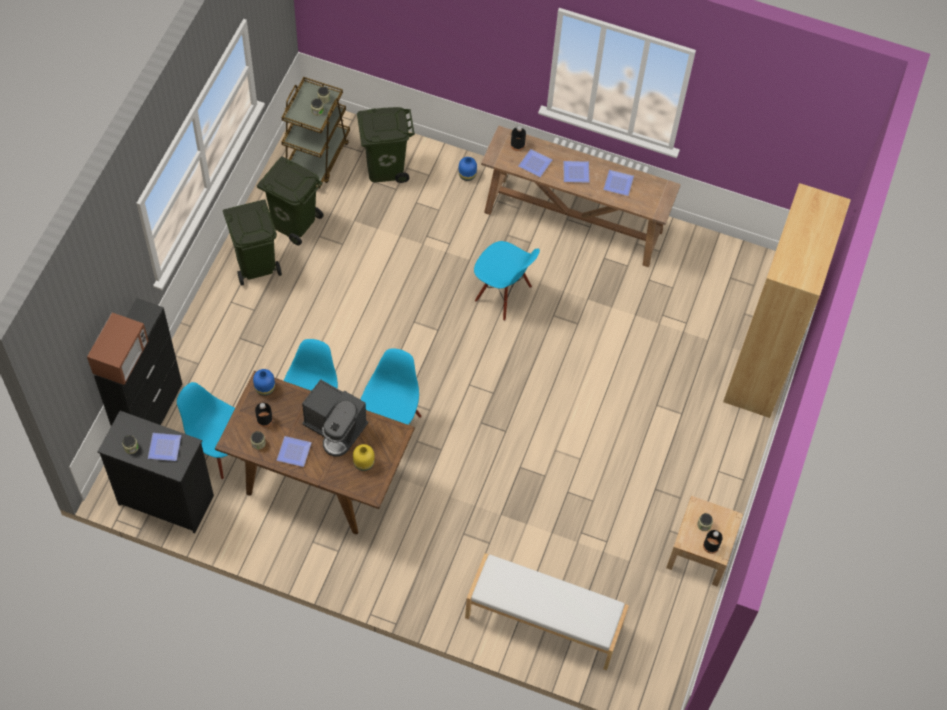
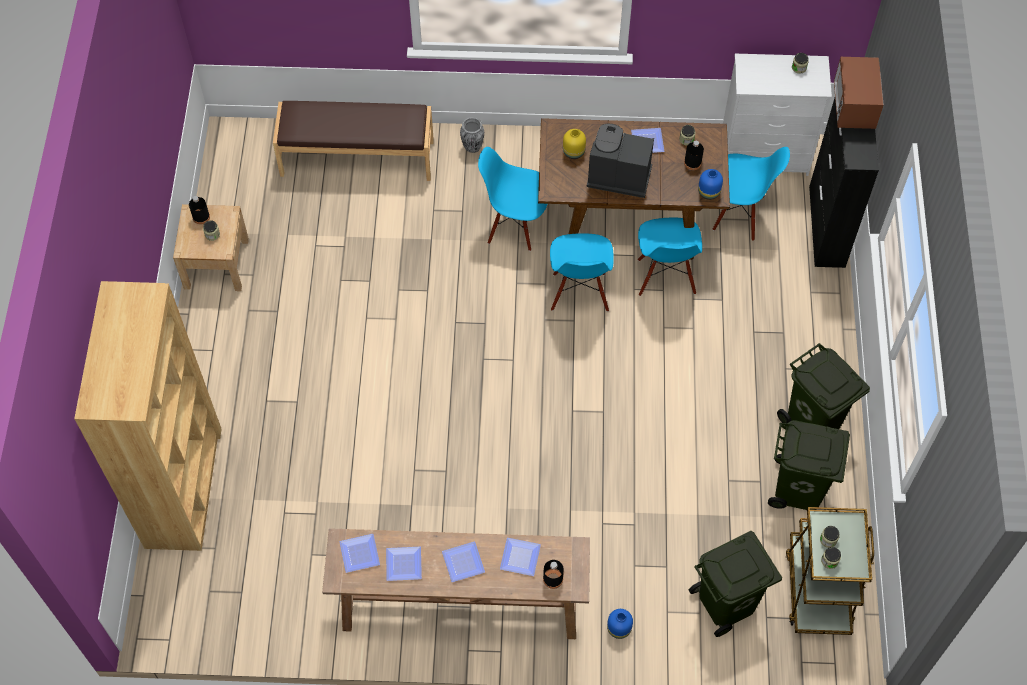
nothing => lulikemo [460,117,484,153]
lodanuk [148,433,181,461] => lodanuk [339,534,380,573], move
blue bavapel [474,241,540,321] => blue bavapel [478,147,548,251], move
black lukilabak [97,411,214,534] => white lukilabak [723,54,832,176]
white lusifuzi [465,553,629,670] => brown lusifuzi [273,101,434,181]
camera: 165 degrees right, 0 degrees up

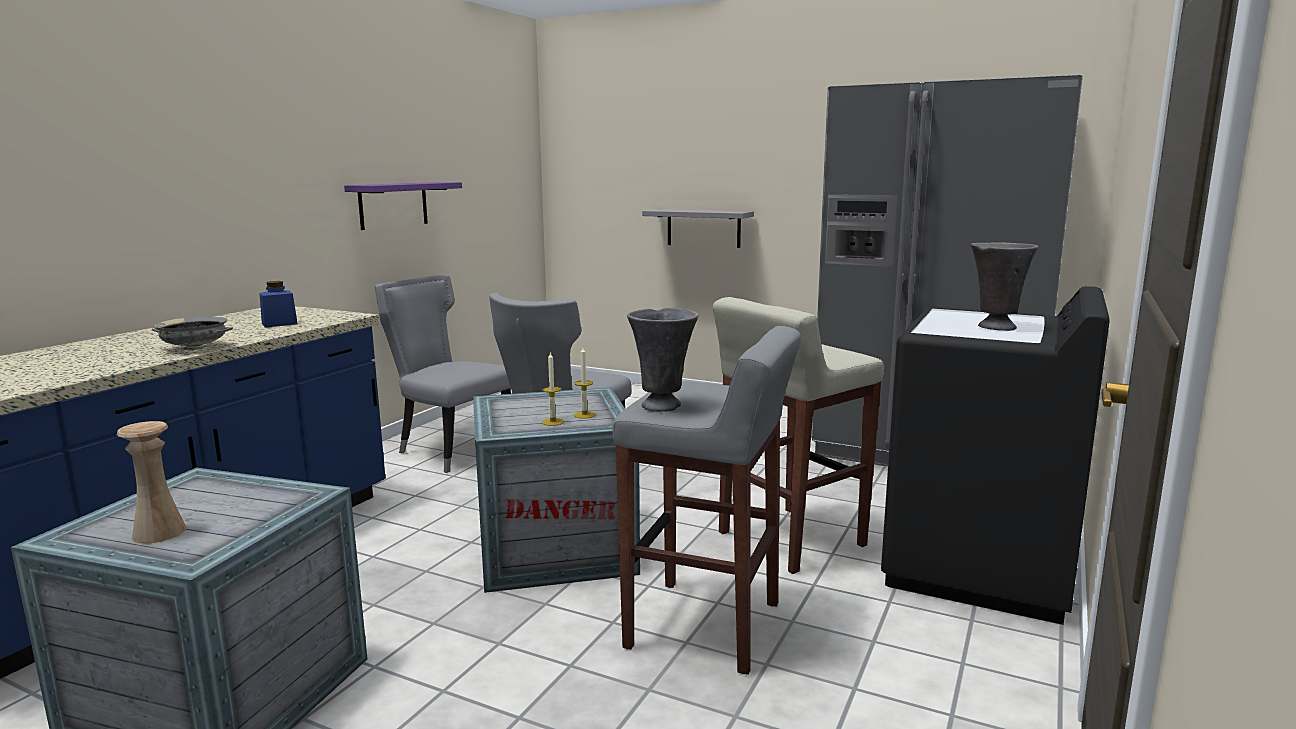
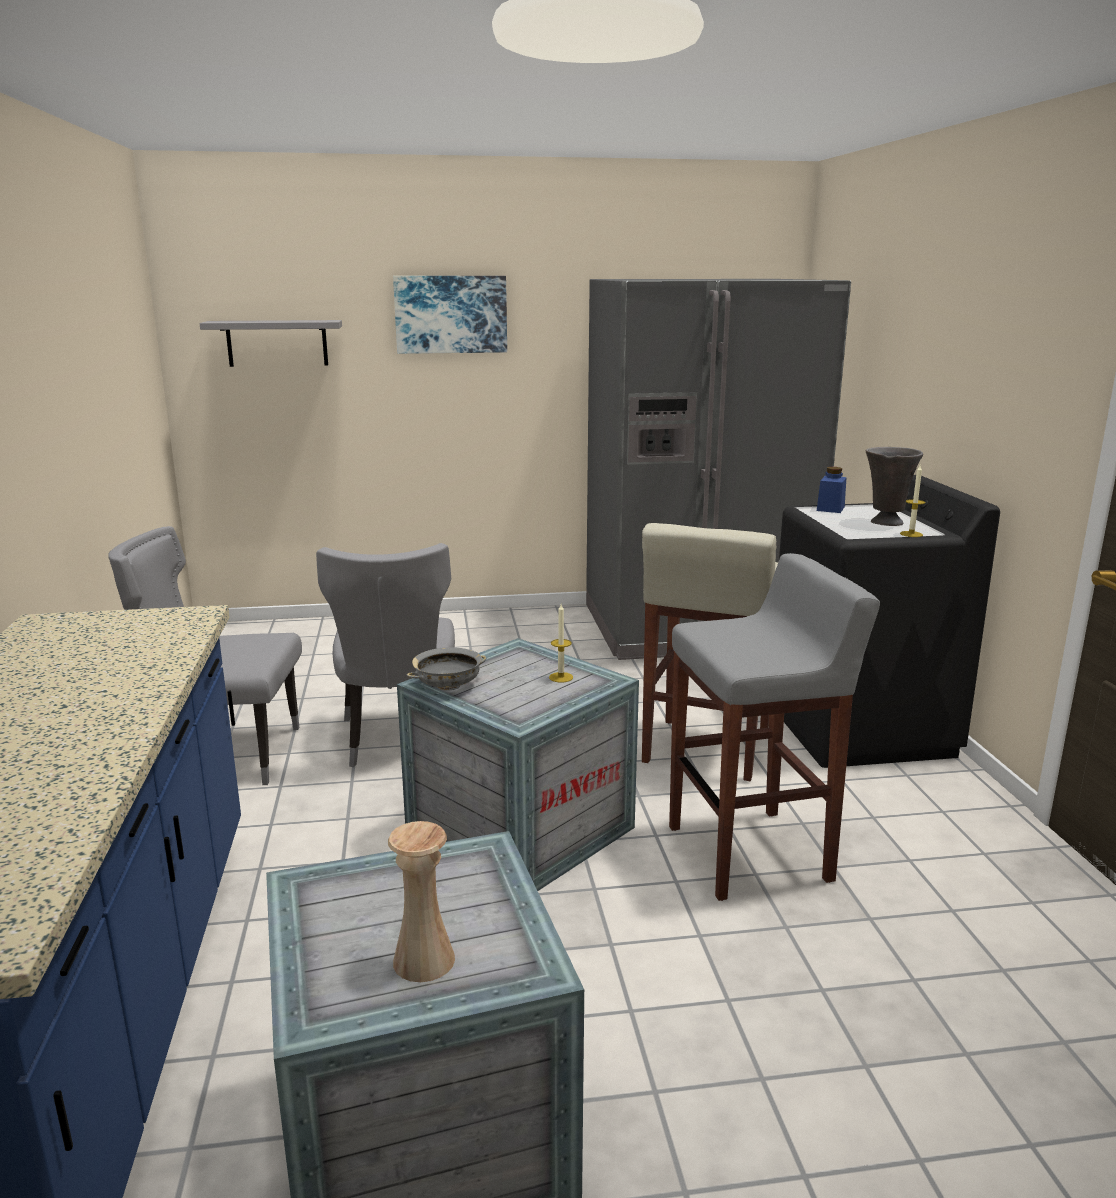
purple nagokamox [344,182,462,230] => nothing
grey lulikemo [627,308,698,412] => nothing
nothing => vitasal [393,276,507,354]
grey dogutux [152,317,233,350] => grey dogutux [406,647,486,691], move
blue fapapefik [259,281,298,328] => blue fapapefik [817,467,847,513], move
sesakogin [542,351,564,426] => sesakogin [900,465,925,537], move
grey nagokamox [642,209,754,248] => grey nagokamox [200,320,342,367], move
camera: 35 degrees left, 5 degrees up

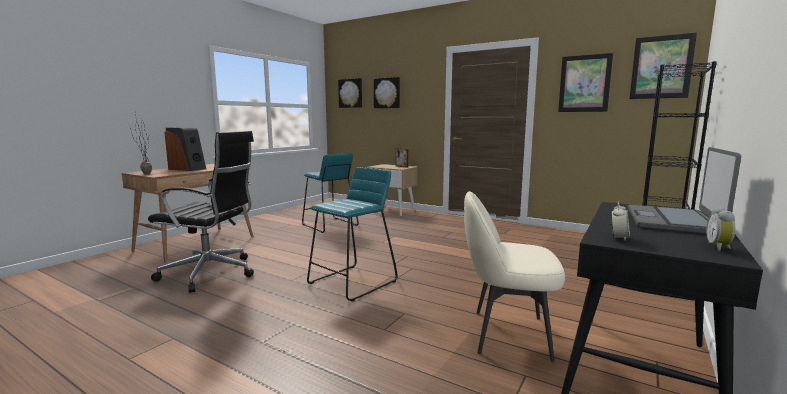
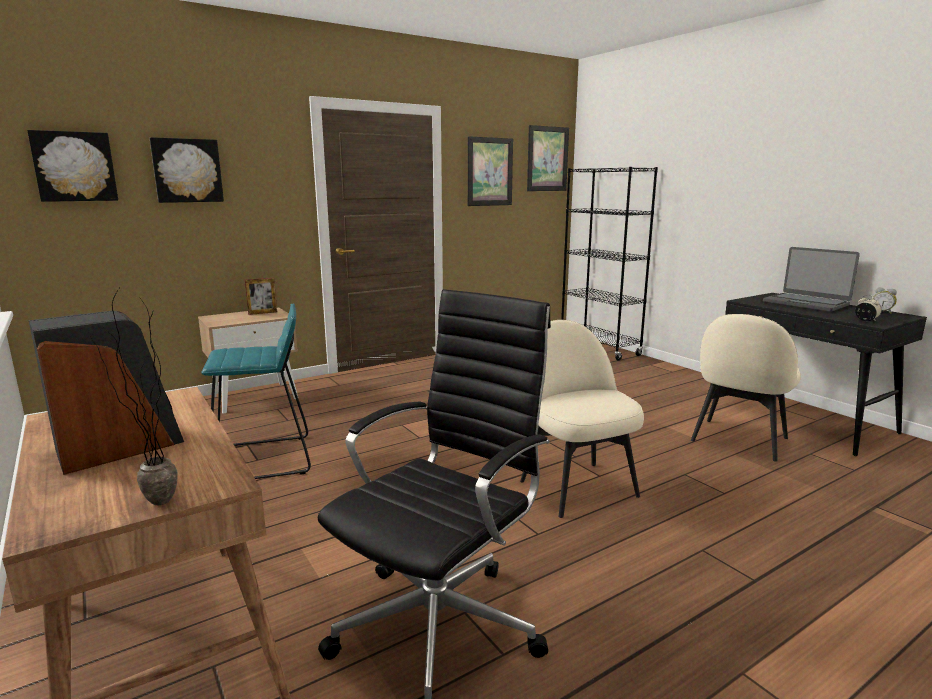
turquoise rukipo [307,167,398,301] => beige bavapel [520,320,644,518]
camera: 65 degrees left, 5 degrees up

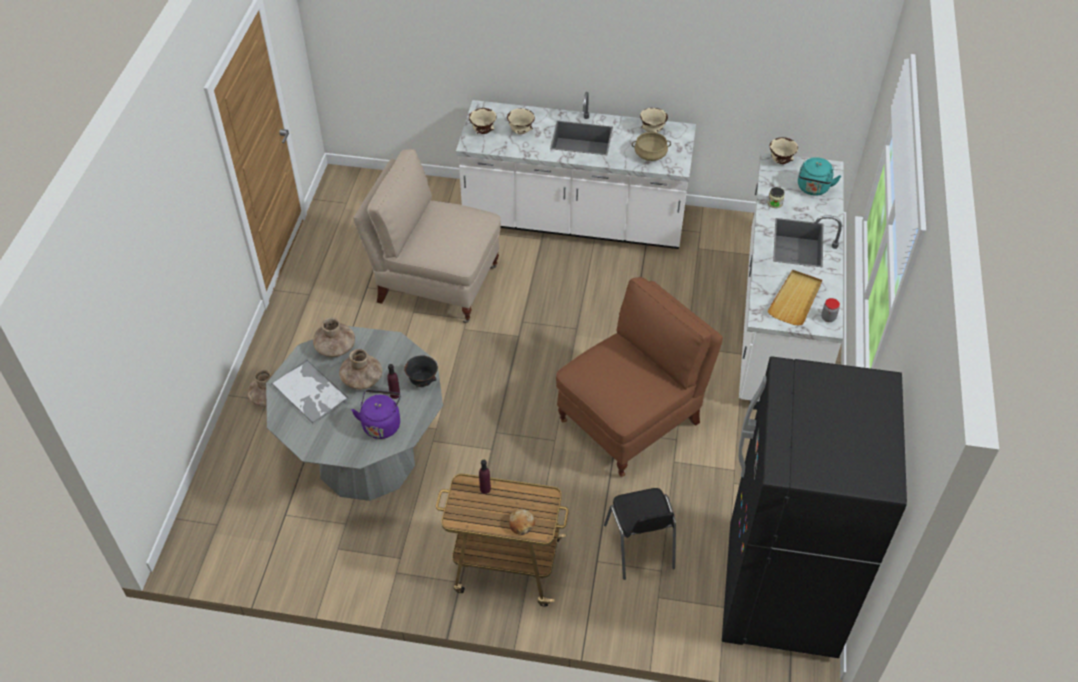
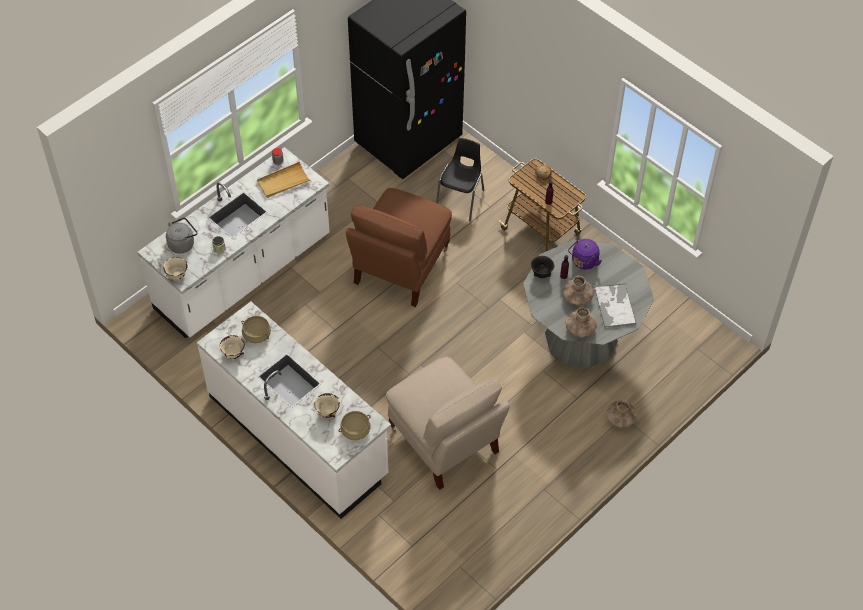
beige dogutux [469,108,496,134] => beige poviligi [339,411,371,440]
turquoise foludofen [798,157,841,196] => grey foludofen [166,217,197,254]
brown bavapel [556,277,723,477] => brown bavapel [346,188,452,307], 60 degrees counterclockwise
camera: 145 degrees left, 5 degrees up

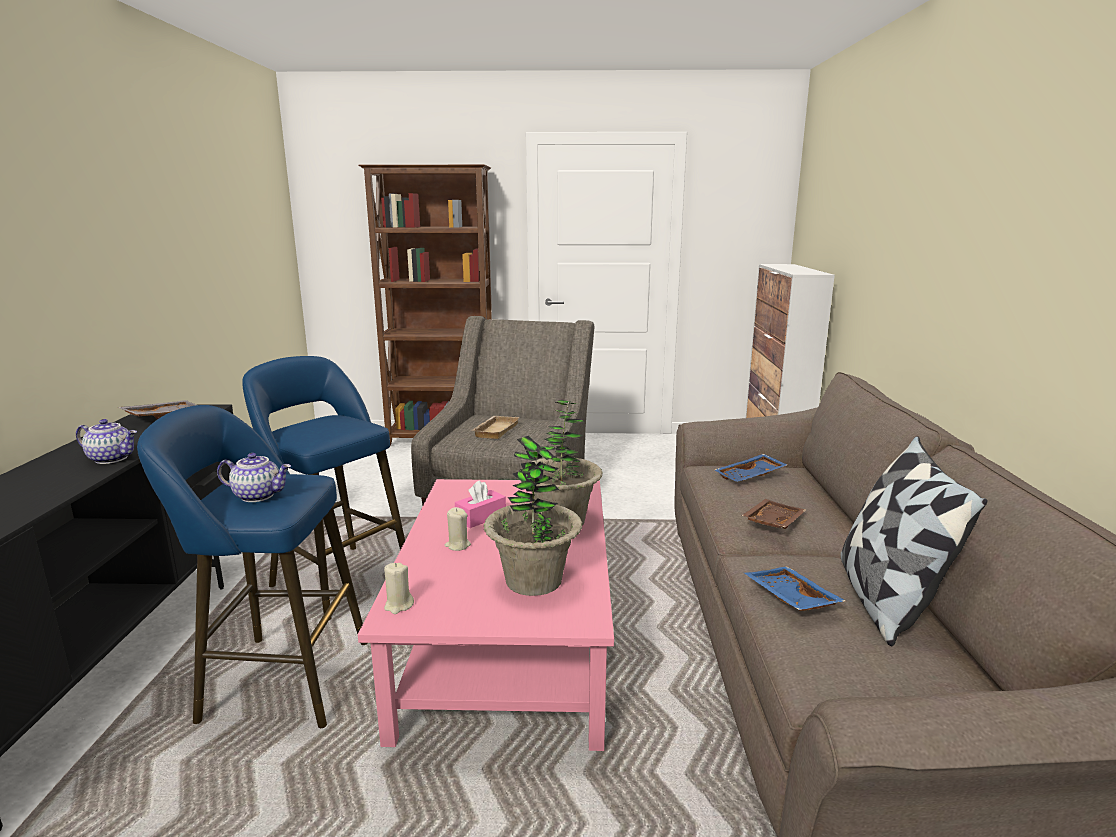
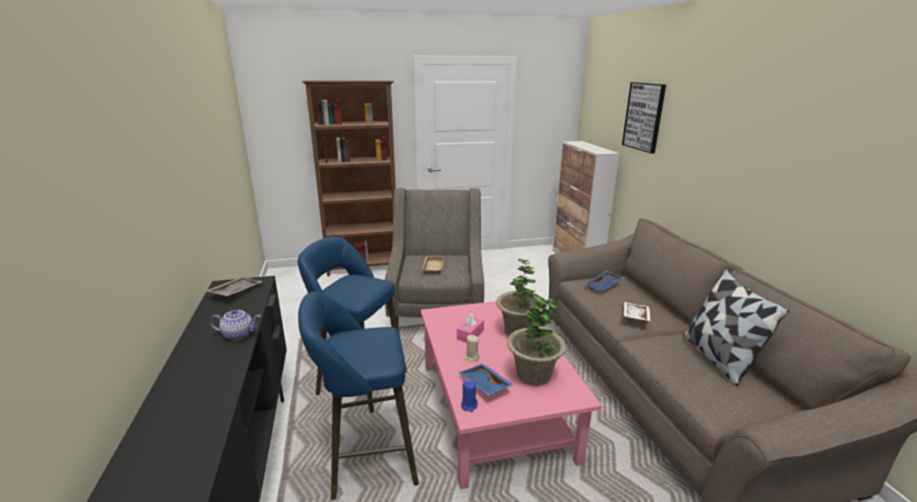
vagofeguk [217,453,291,502] => nothing
nothing => vitasal [622,82,666,153]
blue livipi [745,566,845,611] => blue livipi [459,363,513,396], move
beige sesakogin [384,563,414,614] => blue sesakogin [461,380,478,412]
brown livipi [741,499,806,529] => white livipi [624,302,651,322]
camera: 15 degrees left, 5 degrees up

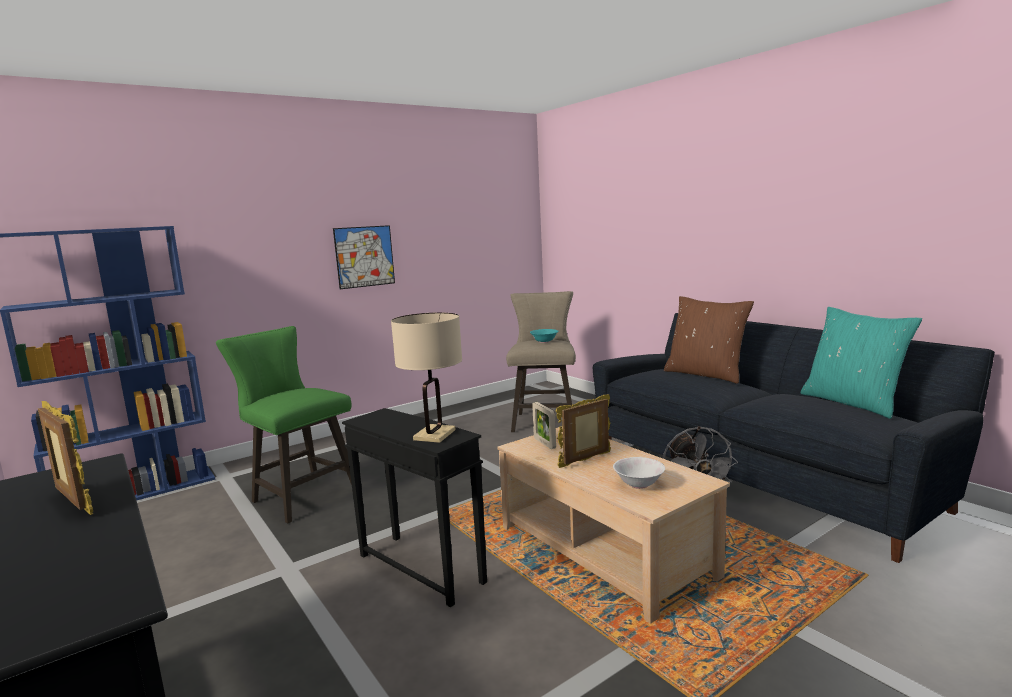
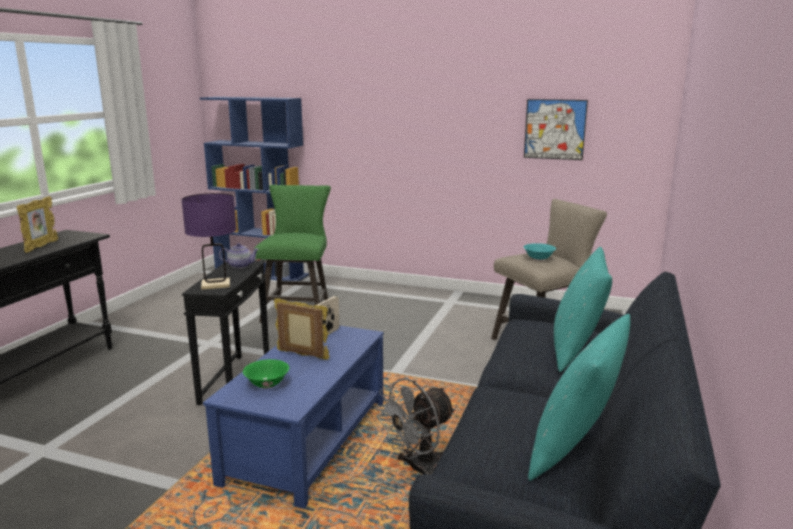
nothing => vagofeguk [219,243,259,268]
vitasal [333,225,395,289] => vitasal [524,99,588,160], move
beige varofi [391,312,462,443] => purple varofi [182,193,237,290]
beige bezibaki [497,426,730,624] => blue bezibaki [203,325,384,508]
white dogutux [613,457,665,489] => green dogutux [243,359,289,389]
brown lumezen [664,296,754,384] => turquoise lumezen [554,247,612,372]
camera: 55 degrees right, 5 degrees up

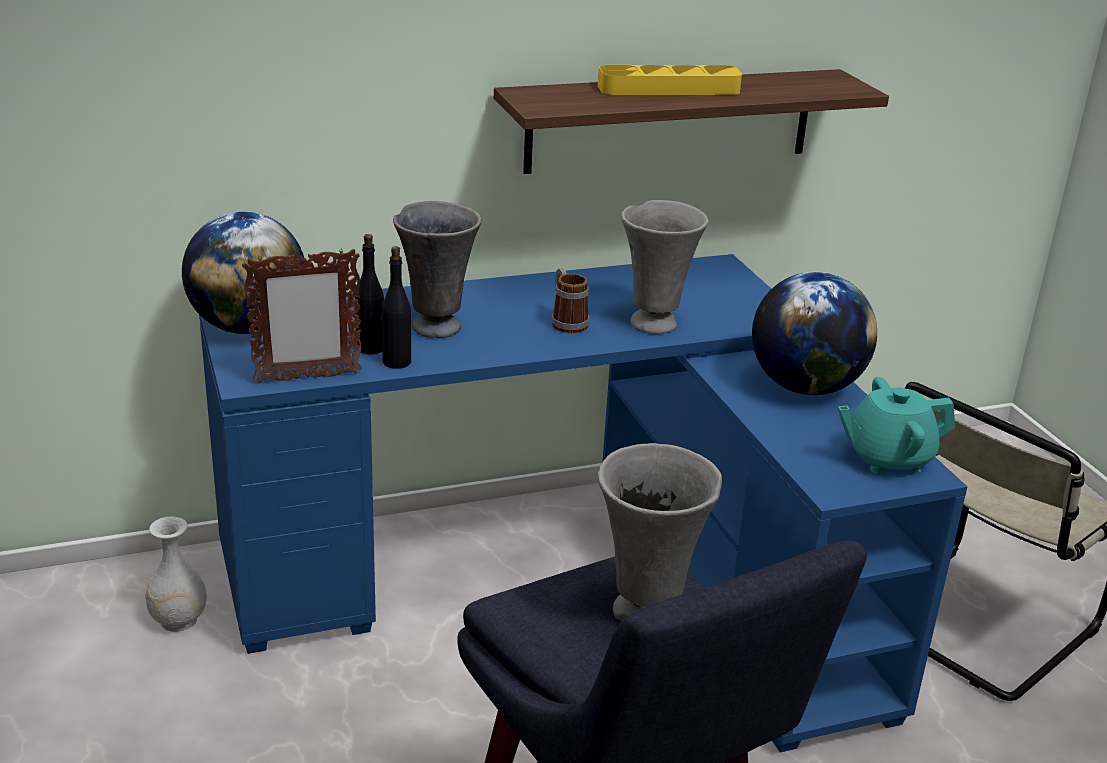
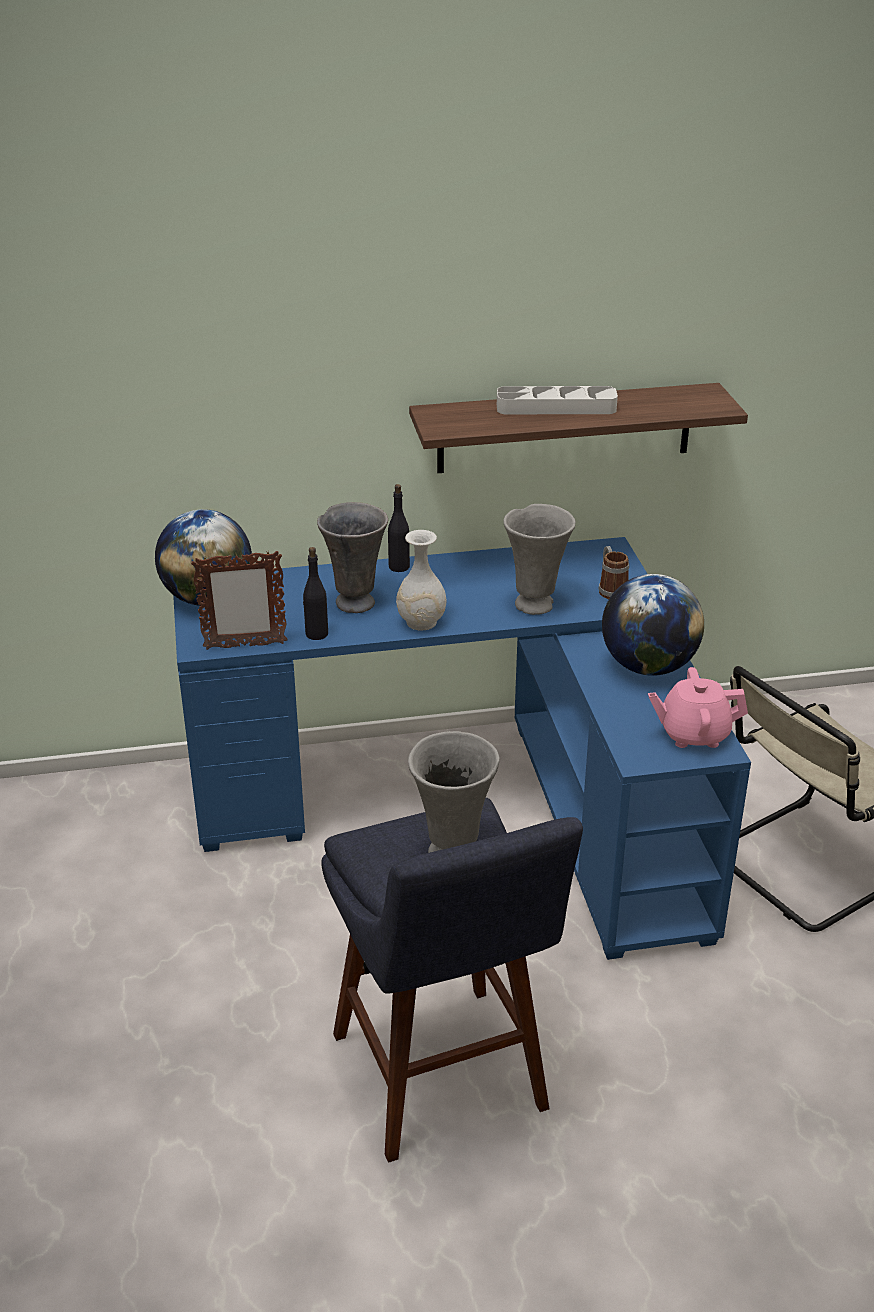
white lulikemo [145,516,207,632] => white lulikemo [396,530,446,631], move
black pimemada [355,234,384,355] => black pimemada [388,484,410,572], move
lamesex [551,268,589,333] => lamesex [598,546,629,599], move
yellow livipi [598,65,742,95] => grey livipi [497,386,618,414]
turquoise vagofeguk [838,377,955,474] => pink vagofeguk [648,667,748,748]
camera: 10 degrees right, 5 degrees up

